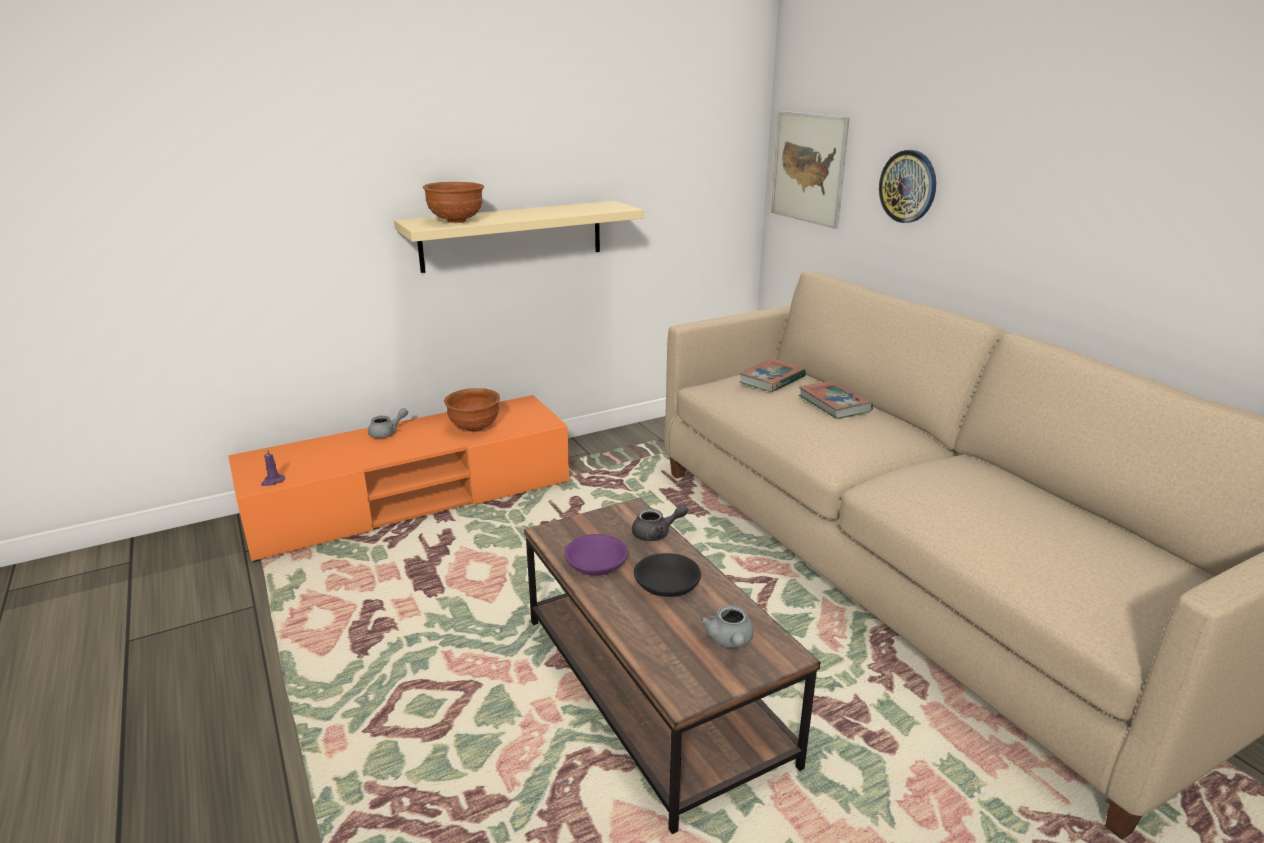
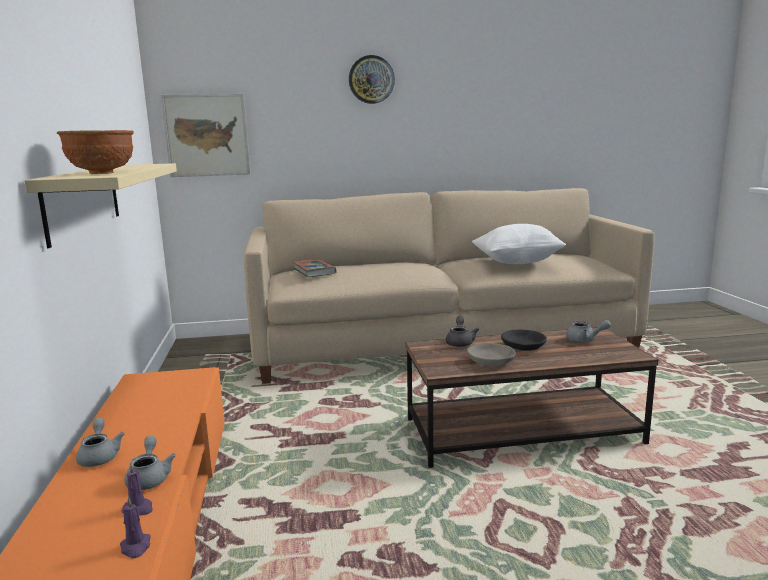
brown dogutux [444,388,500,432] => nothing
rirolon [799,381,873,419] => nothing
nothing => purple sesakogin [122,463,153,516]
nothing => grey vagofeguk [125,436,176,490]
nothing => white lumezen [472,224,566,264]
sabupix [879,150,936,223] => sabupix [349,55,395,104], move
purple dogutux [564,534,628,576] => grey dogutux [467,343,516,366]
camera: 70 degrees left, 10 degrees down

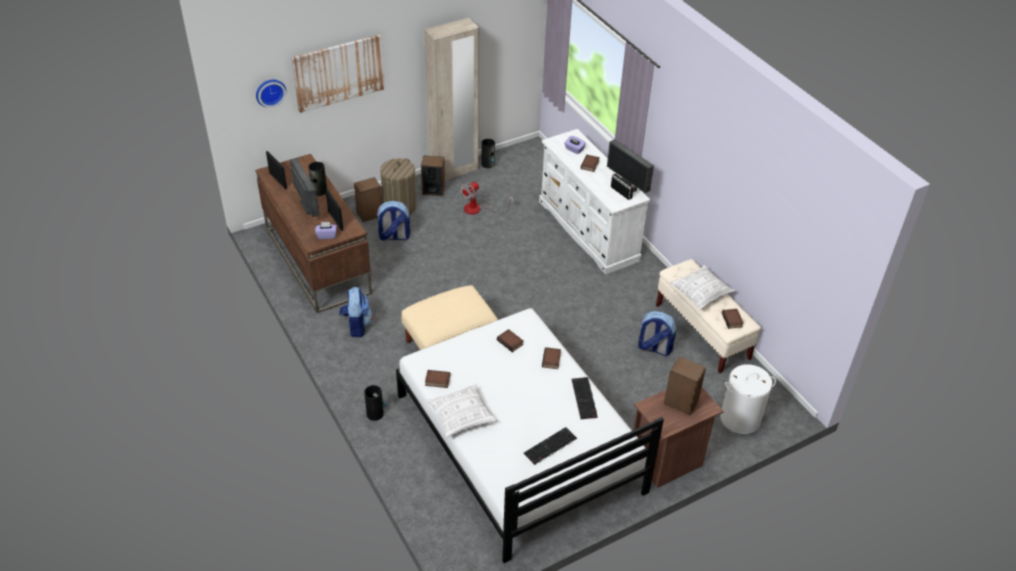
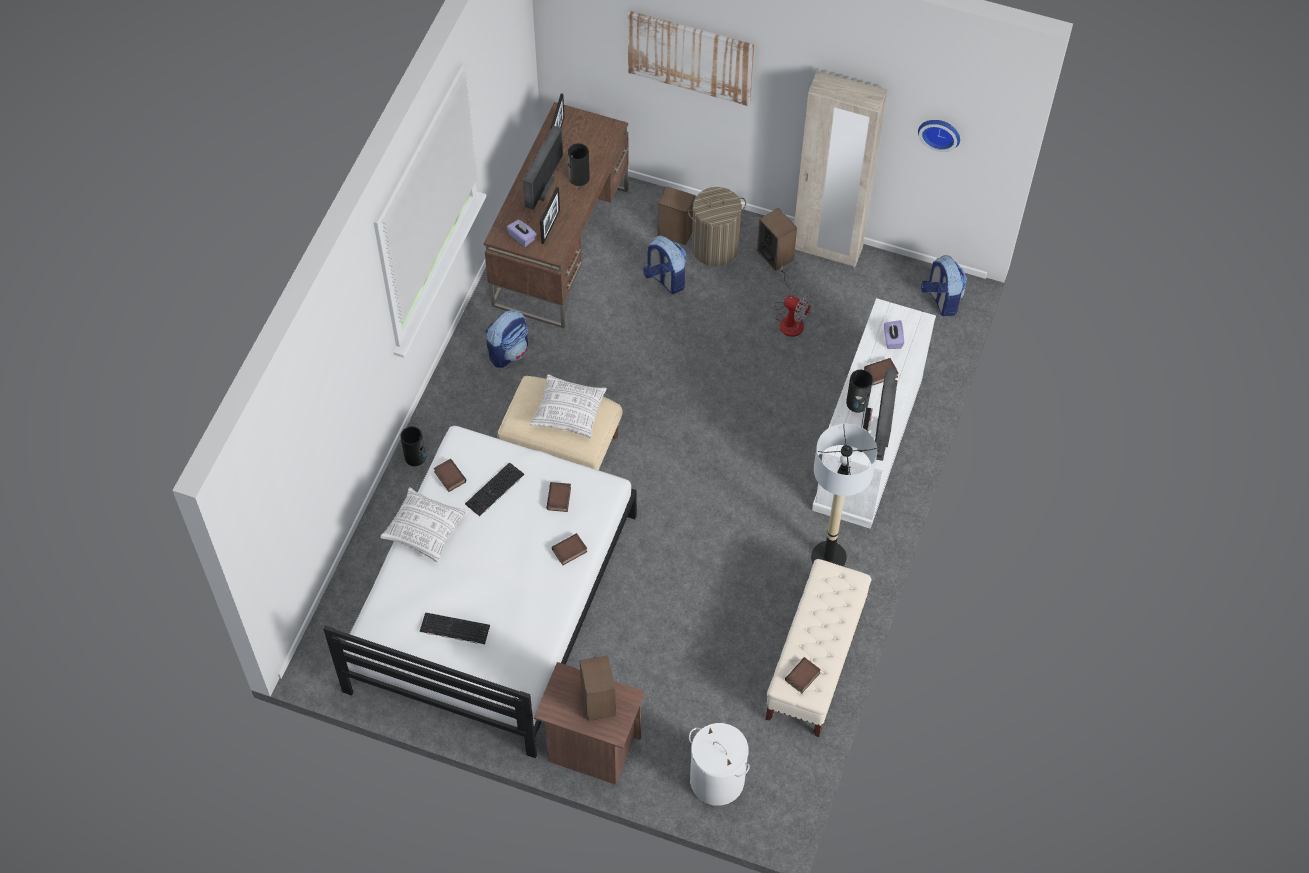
nothing => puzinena [811,424,877,567]
sabupix [256,80,286,108] => sabupix [918,120,960,152], move
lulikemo [481,139,495,168] => lulikemo [846,370,873,413], move
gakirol [571,377,598,419] => gakirol [465,462,524,516], move
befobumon [638,311,676,356] => befobumon [921,255,967,316], move
lumezen [670,265,735,310] => lumezen [530,374,607,439], move
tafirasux [459,181,513,214] => tafirasux [774,265,812,337], 150 degrees counterclockwise
camera: 50 degrees right, 15 degrees up

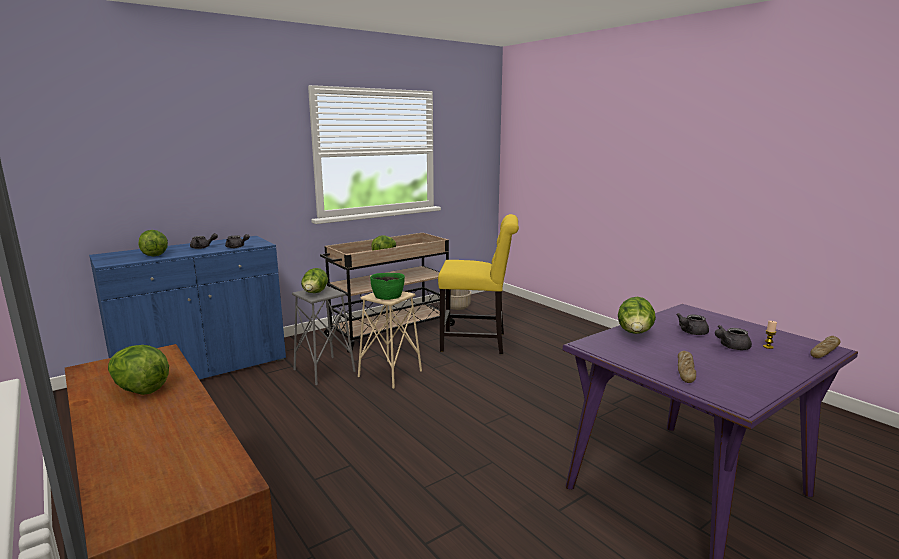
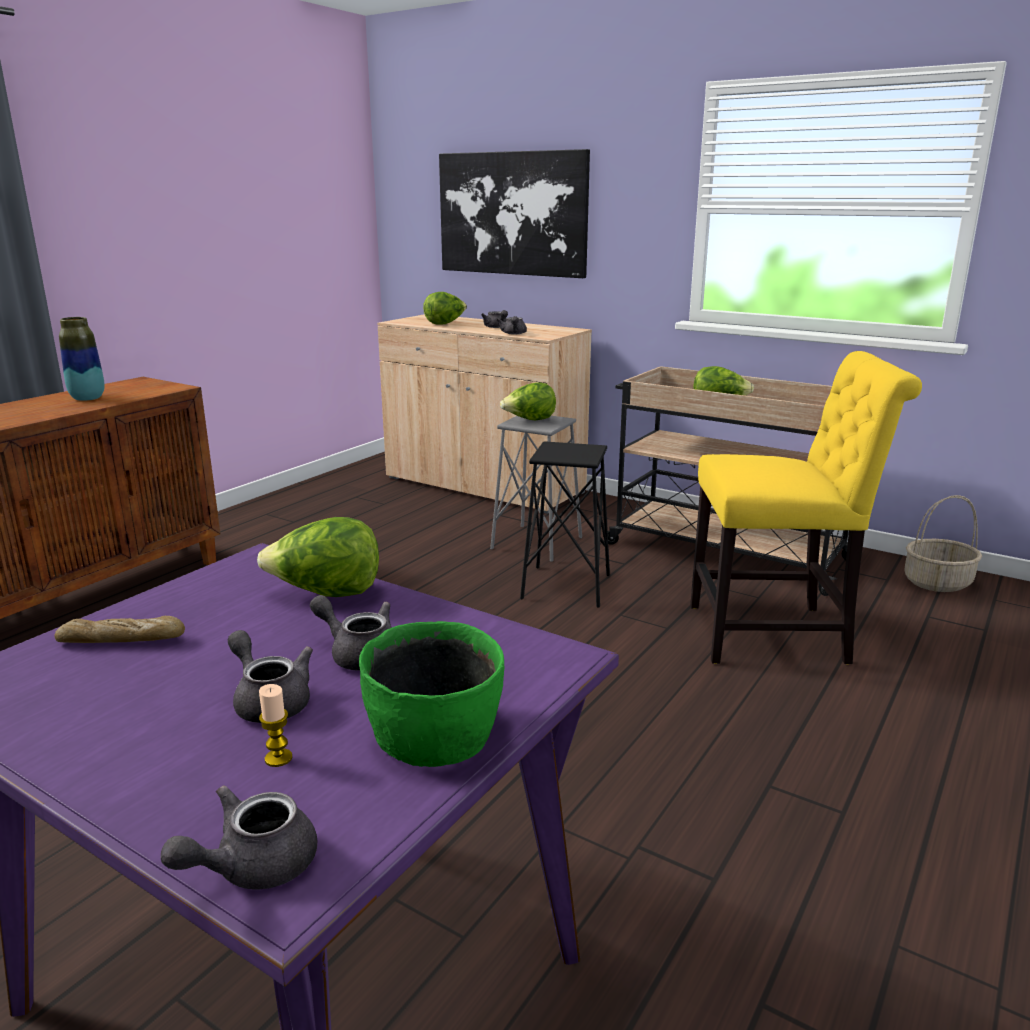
nothing => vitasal [439,149,590,278]
green dogutux [370,273,405,300] => green dogutux [359,621,504,767], move
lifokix [108,345,169,395] => lulikemo [59,317,105,401]
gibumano [810,336,841,358] => grey vagofeguk [161,785,317,890]
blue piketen [89,236,286,380] => beige piketen [377,314,592,514]
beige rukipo [358,291,422,389] => black rukipo [520,441,610,608]
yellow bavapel [438,214,519,354] => yellow bavapel [690,351,922,664], 75 degrees counterclockwise
camera: 70 degrees right, 5 degrees up

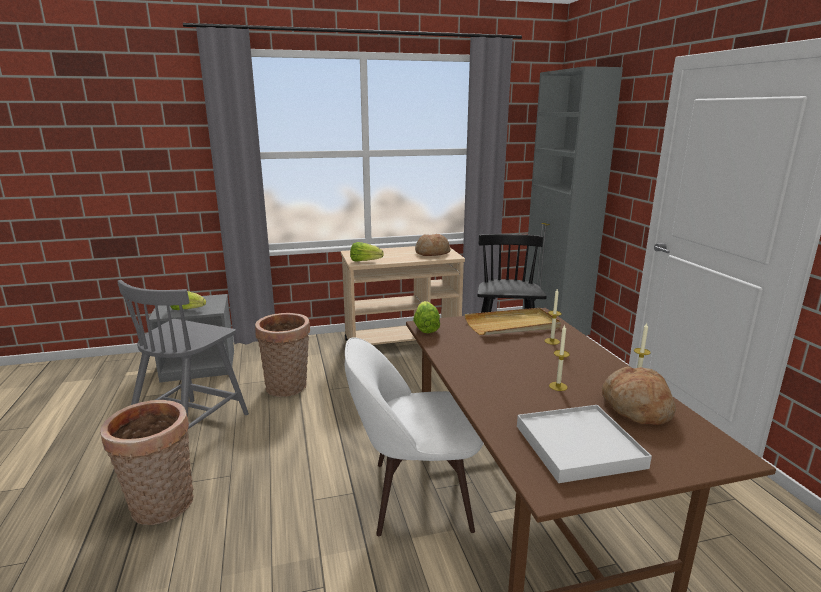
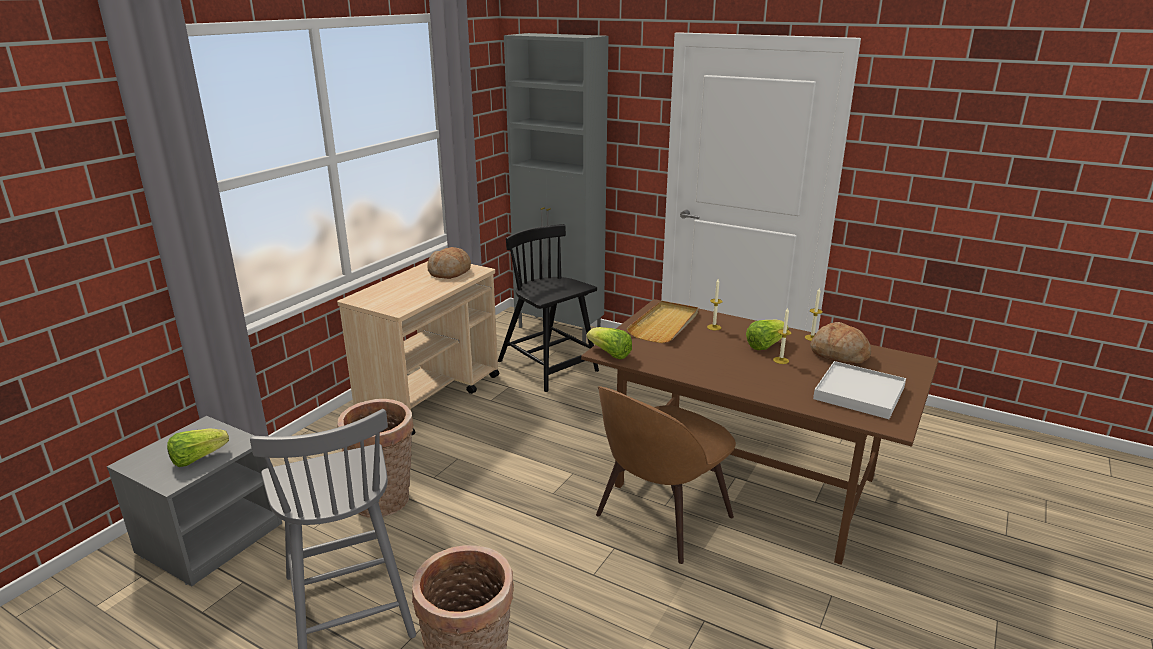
lifokix [350,242,384,262] => lifokix [746,319,789,350], move
white bavapel [345,337,484,536] => brown bavapel [596,386,736,564]
camera: 45 degrees left, 5 degrees up

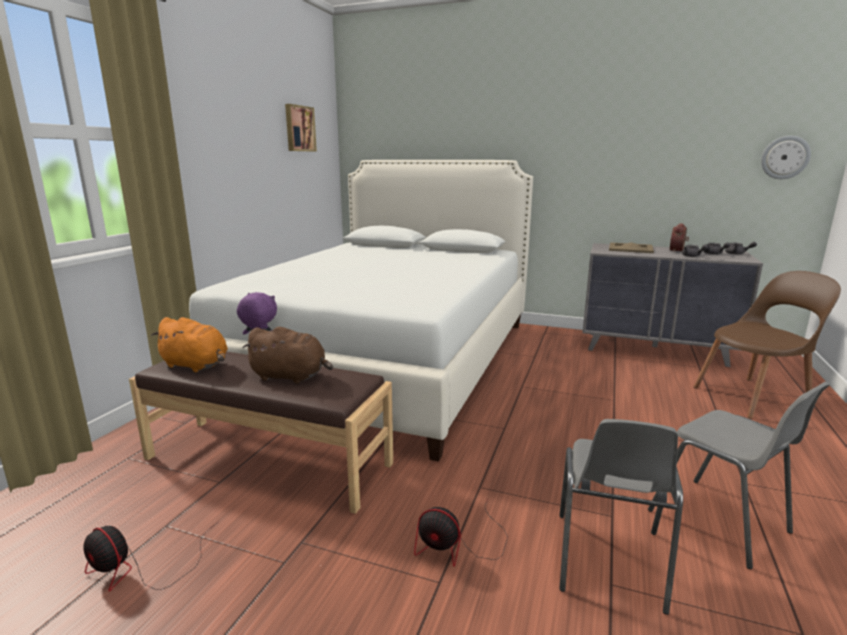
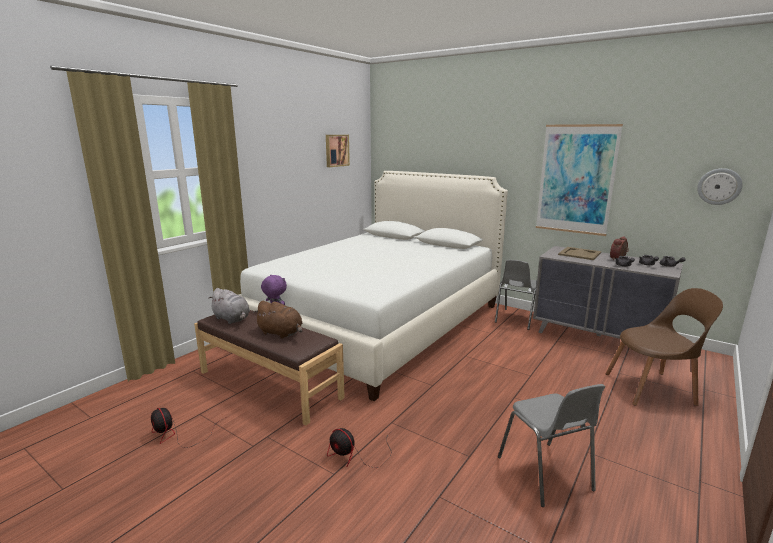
nothing => vitasal [536,124,623,236]
grey bavapel [559,419,683,615] => grey bavapel [495,260,537,330], move
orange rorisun [151,317,228,372] => grey rorisun [208,288,250,324]
camera: 15 degrees right, 0 degrees up

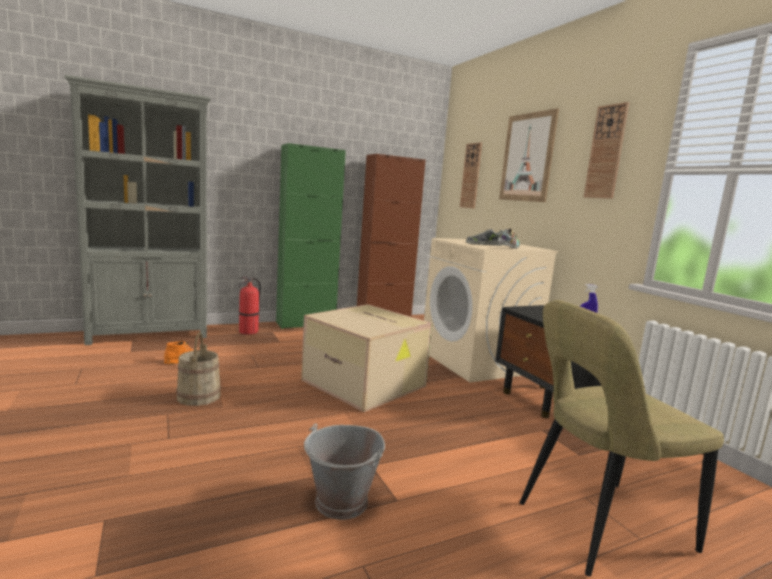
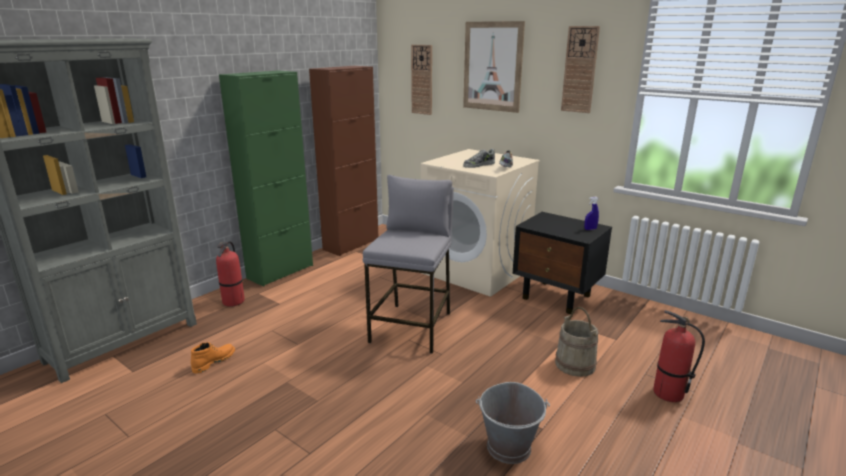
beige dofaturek [176,332,221,406] => beige dofaturek [555,307,598,377], move
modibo [301,304,432,412] => grey rukipo [363,175,454,354]
beige bavapel [520,300,724,577] => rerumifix [653,310,705,402]
camera: 25 degrees left, 10 degrees up

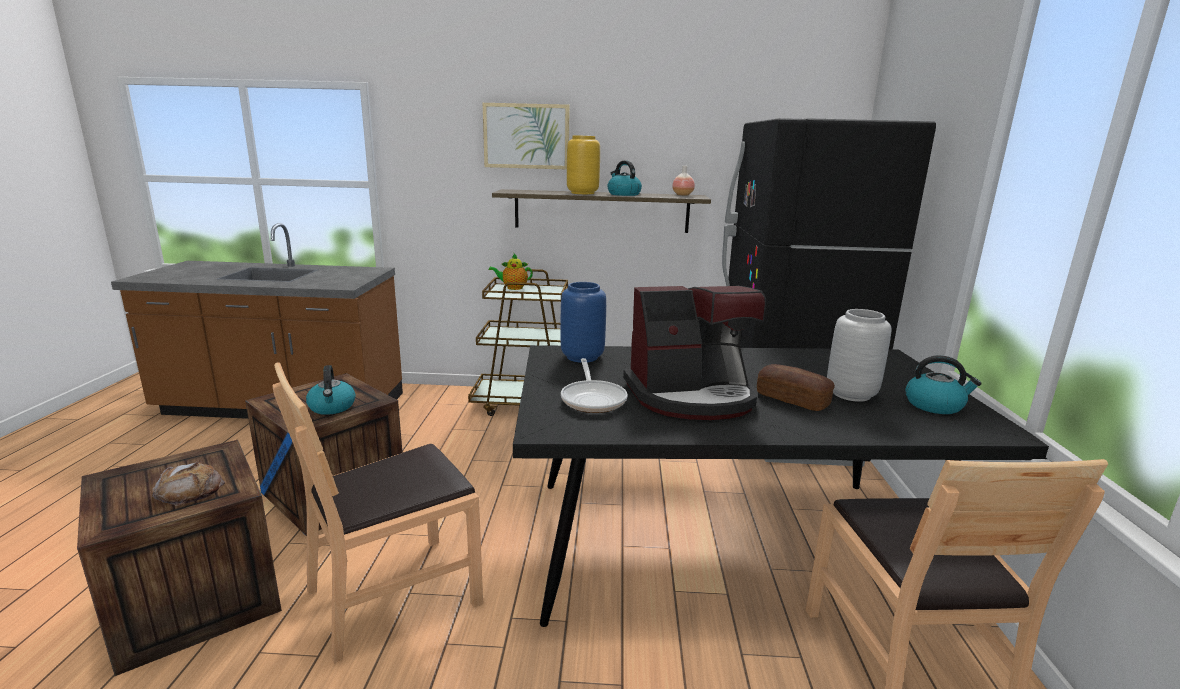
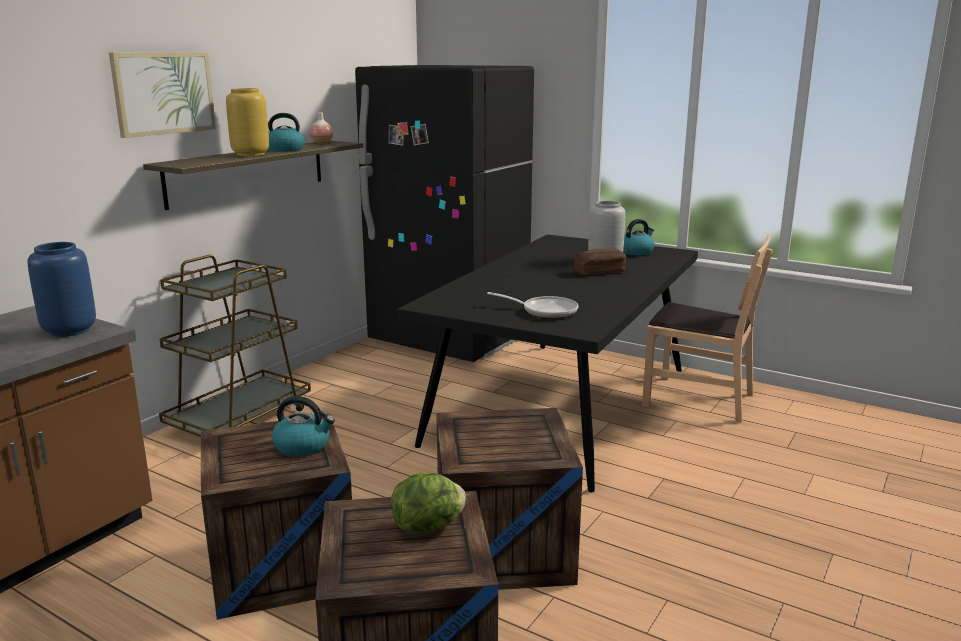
vagofeguk [489,253,533,290] => nothing
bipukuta [623,286,766,420] => nothing
blue lulikemo [560,282,606,363] => blue lulikemo [27,242,96,337], move
gibumano [152,462,225,506] => lifokix [391,473,466,533]
brown bavapel [272,362,483,663] => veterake [436,408,583,590]
camera: 60 degrees left, 0 degrees up

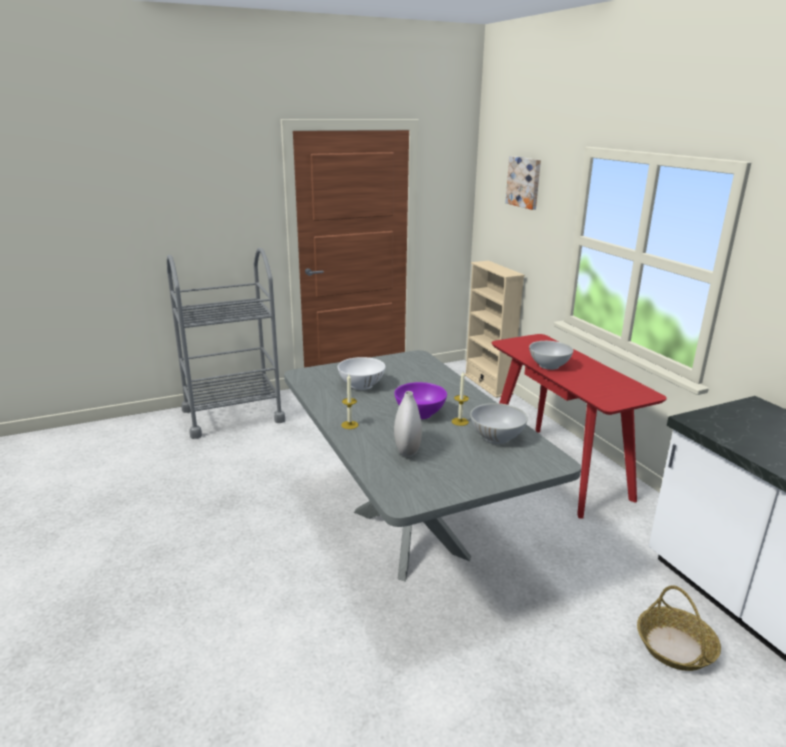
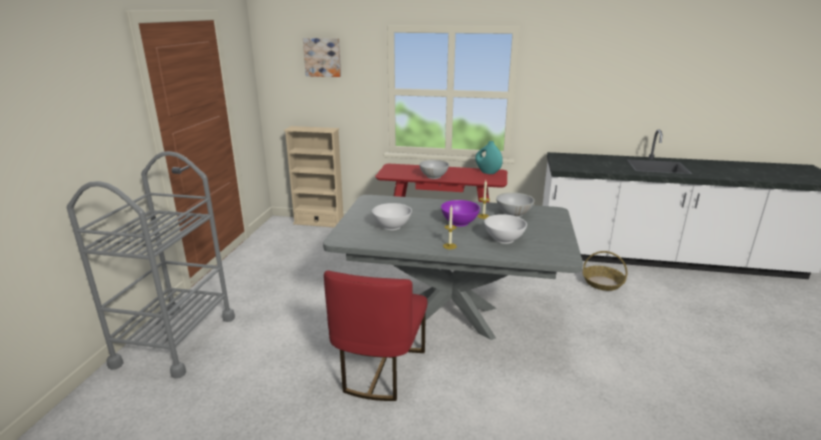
nothing => red bavapel [324,270,427,401]
nothing => turquoise lulikemo [475,141,503,174]
white lulikemo [394,391,422,457] => white dogutux [484,214,527,244]
camera: 55 degrees left, 0 degrees up

